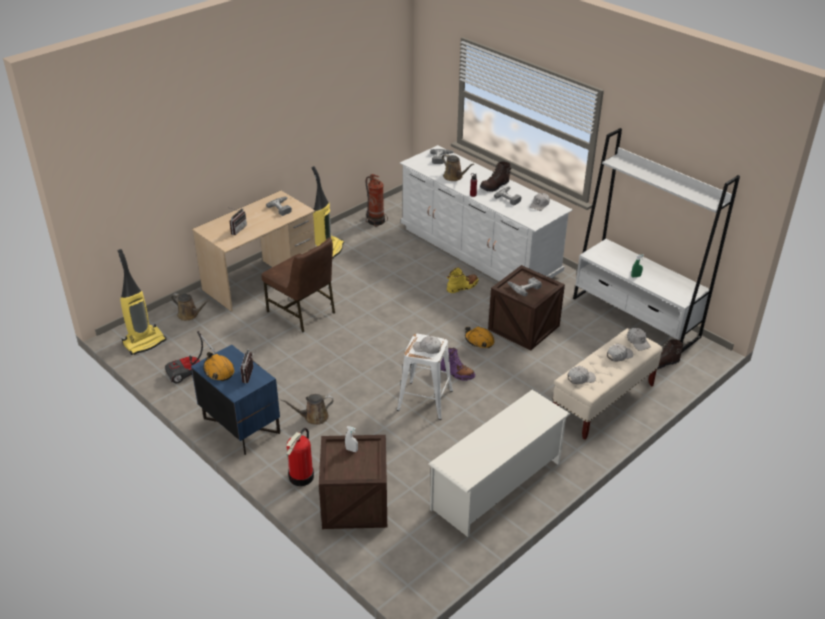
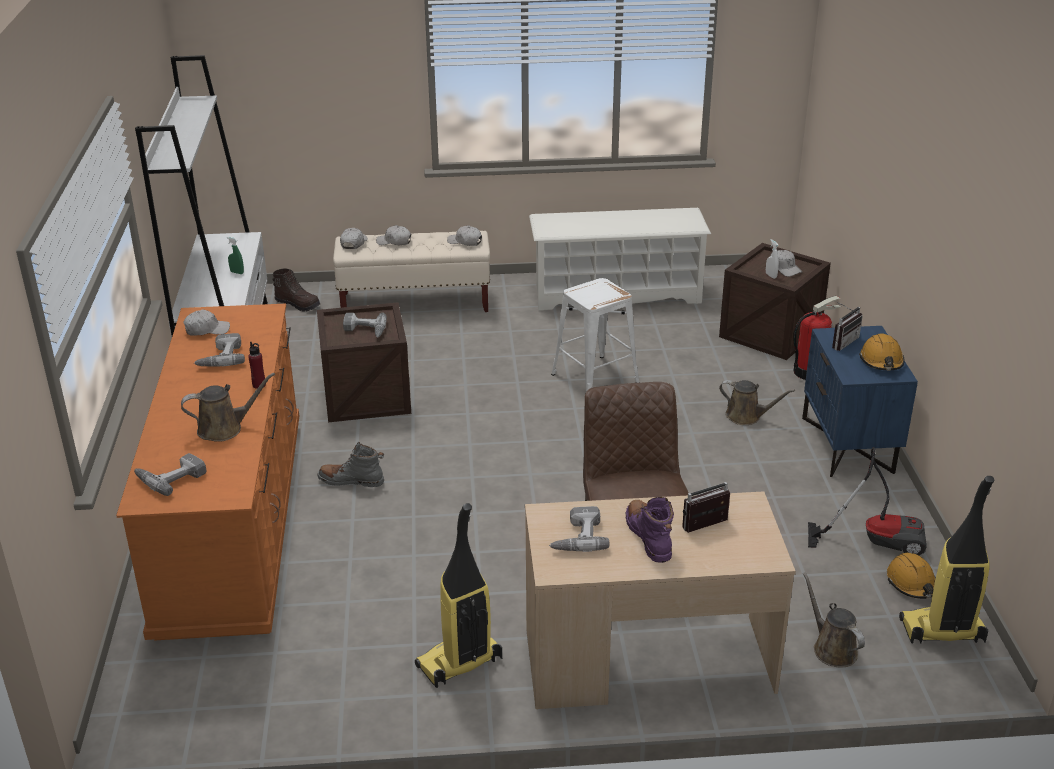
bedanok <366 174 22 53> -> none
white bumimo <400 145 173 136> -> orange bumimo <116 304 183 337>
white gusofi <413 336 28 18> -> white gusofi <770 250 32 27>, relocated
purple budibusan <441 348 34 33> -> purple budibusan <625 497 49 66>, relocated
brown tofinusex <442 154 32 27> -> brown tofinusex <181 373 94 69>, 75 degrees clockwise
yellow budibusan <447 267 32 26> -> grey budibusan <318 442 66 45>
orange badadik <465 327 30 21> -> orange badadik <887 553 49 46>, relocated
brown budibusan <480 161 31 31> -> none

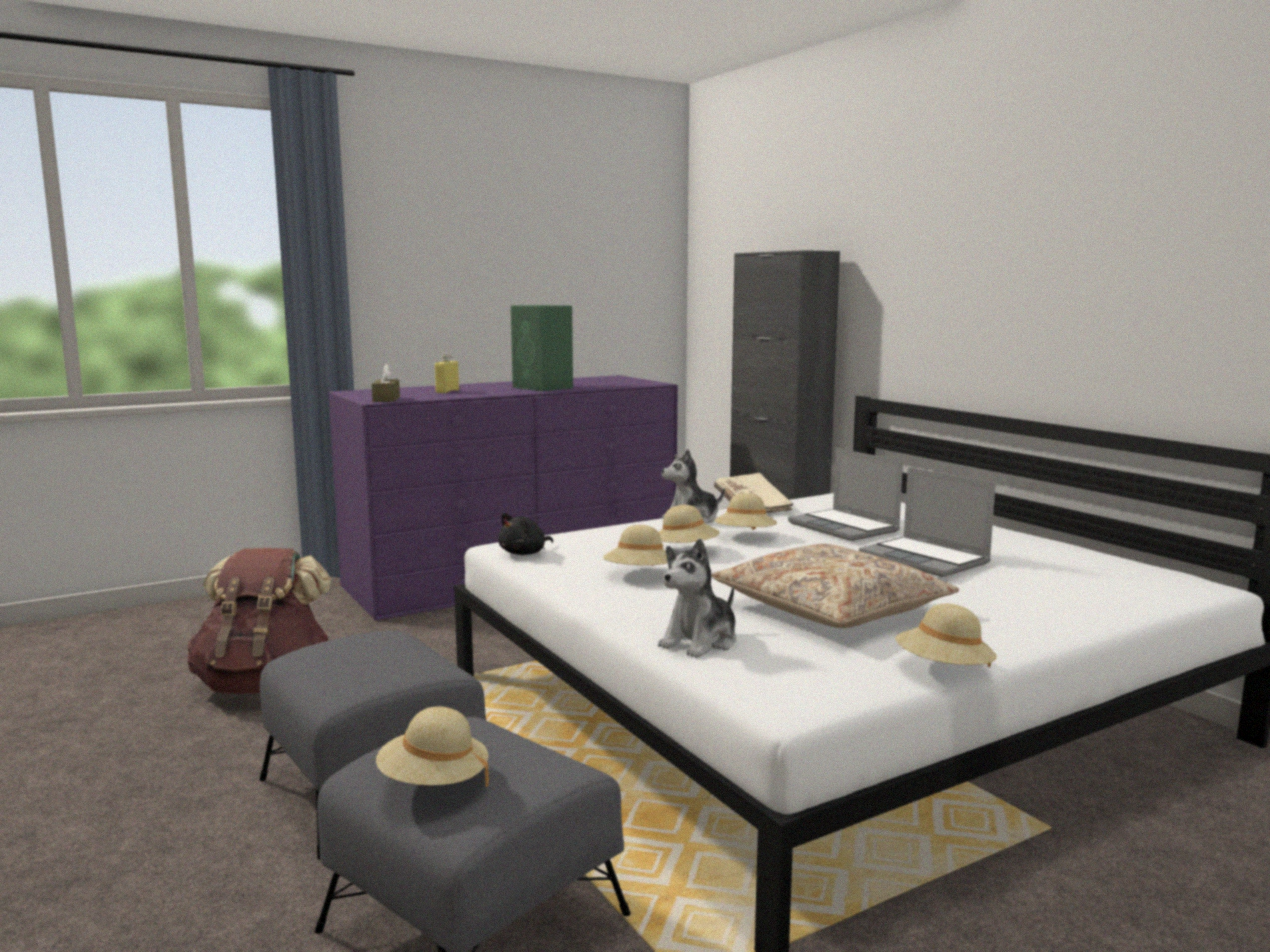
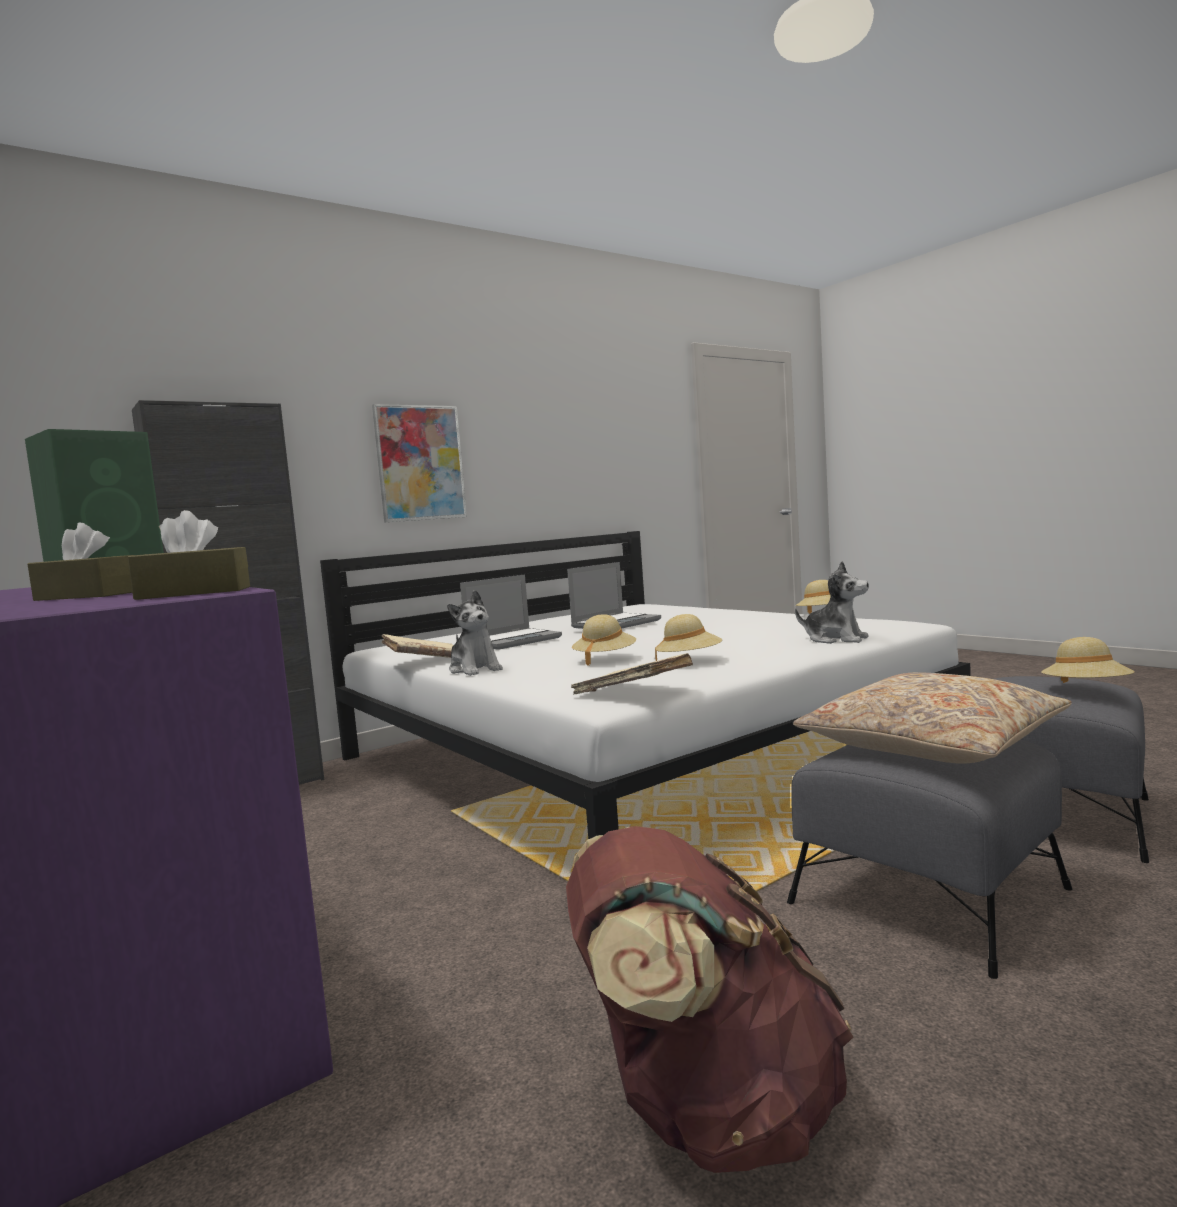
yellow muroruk <435 354 24 39> -> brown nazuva <28 522 105 79>
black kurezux <498 513 55 42> -> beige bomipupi <571 653 122 41>
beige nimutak <711 544 248 84> -> beige nimutak <793 672 279 92>, relocated
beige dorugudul <714 493 63 37> -> none
none -> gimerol <372 404 95 119>

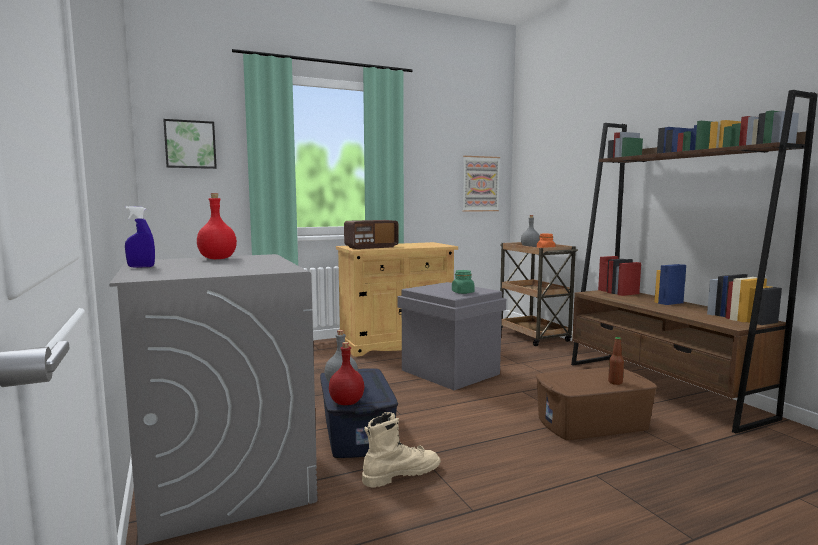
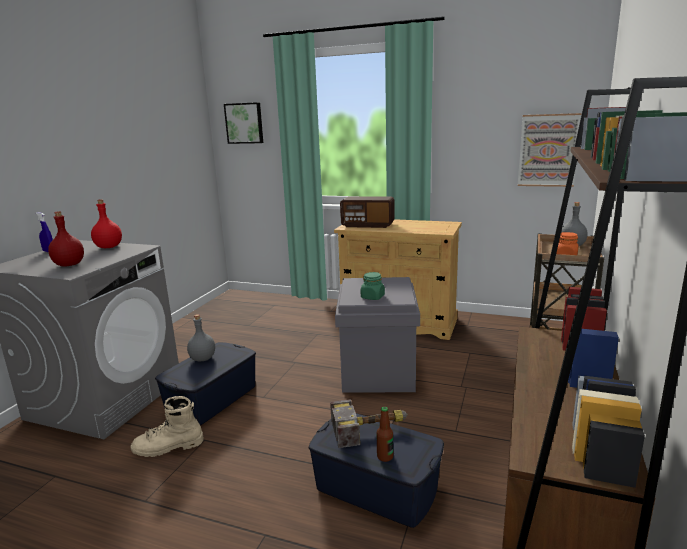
red muroruk <329 342 35 63> -> red muroruk <48 211 36 56>, relocated
beige budibusan <362 412 79 76> -> beige budibusan <130 396 74 61>, 150 degrees clockwise
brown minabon <536 367 121 73> -> blue minabon <309 413 135 115>
none -> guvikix <330 399 78 49>

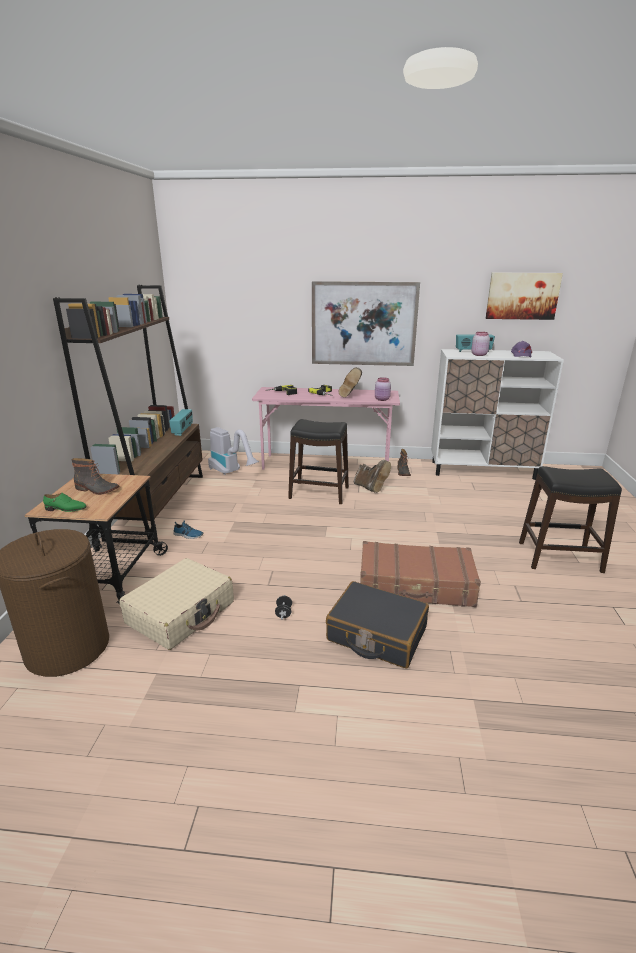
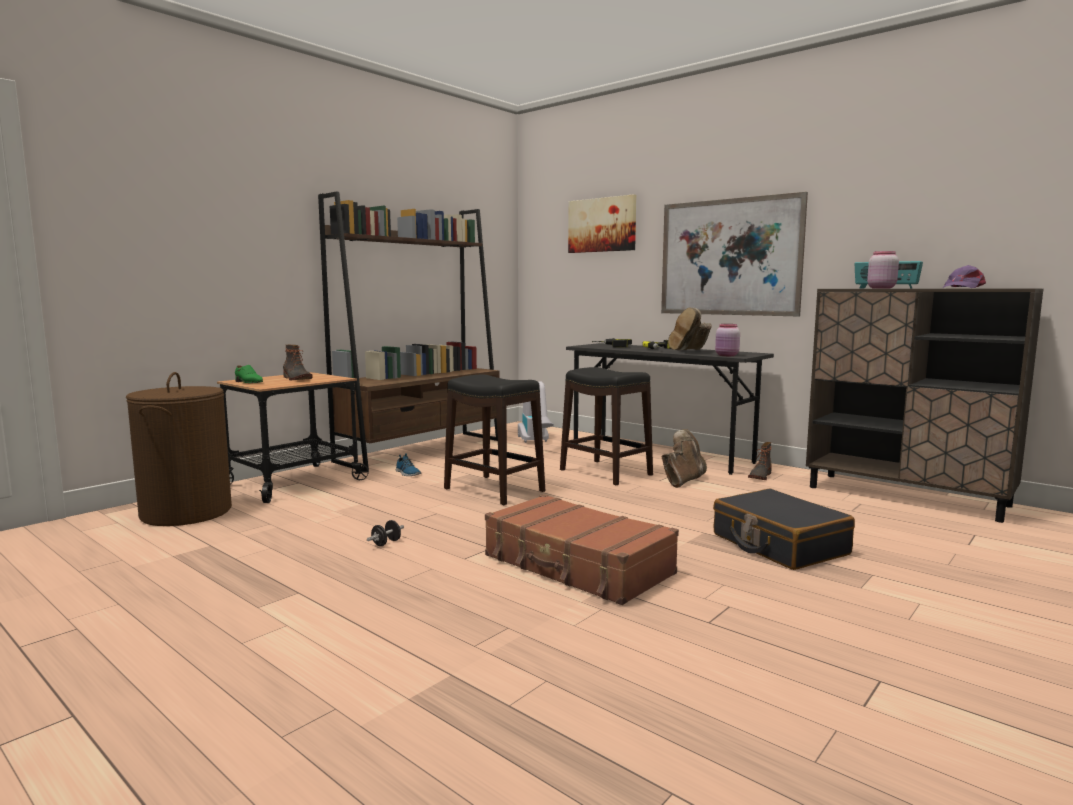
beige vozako <119 558 115 92> -> none
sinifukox <169 409 24 27> -> none
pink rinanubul <252 387 148 83> -> grey rinanubul <566 343 208 132>
black vozako <326 581 103 87> -> black vozako <713 489 142 81>, relocated
brown budibusan <354 460 37 33> -> brown budibusan <662 429 45 59>, 135 degrees counterclockwise
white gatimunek <431 349 133 131> -> brown gatimunek <806 288 238 235>
gimerol <486 273 77 47> -> gimerol <568 194 68 59>, relocated
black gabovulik <519 466 103 107> -> black gabovulik <444 375 101 130>, relocated

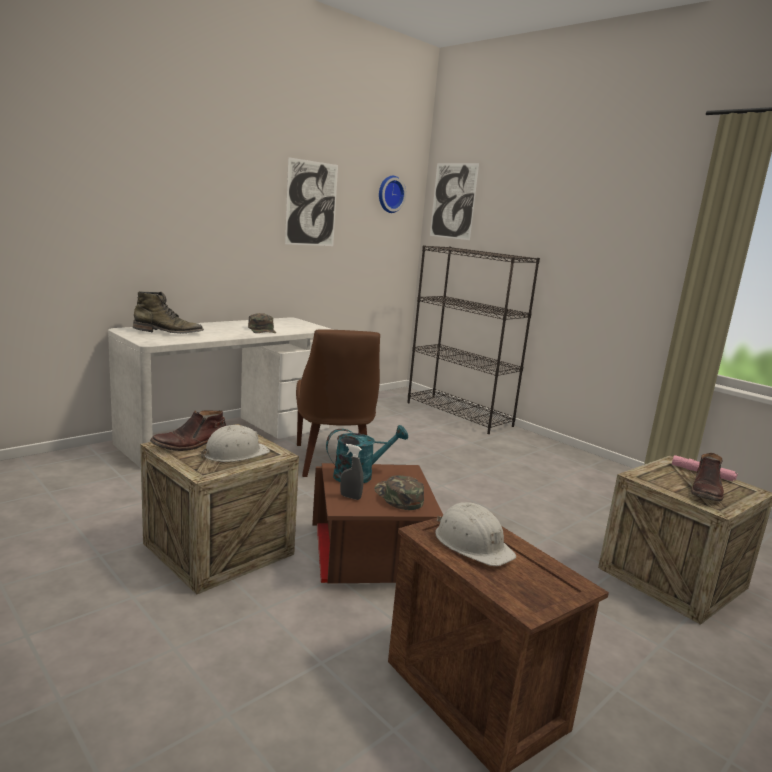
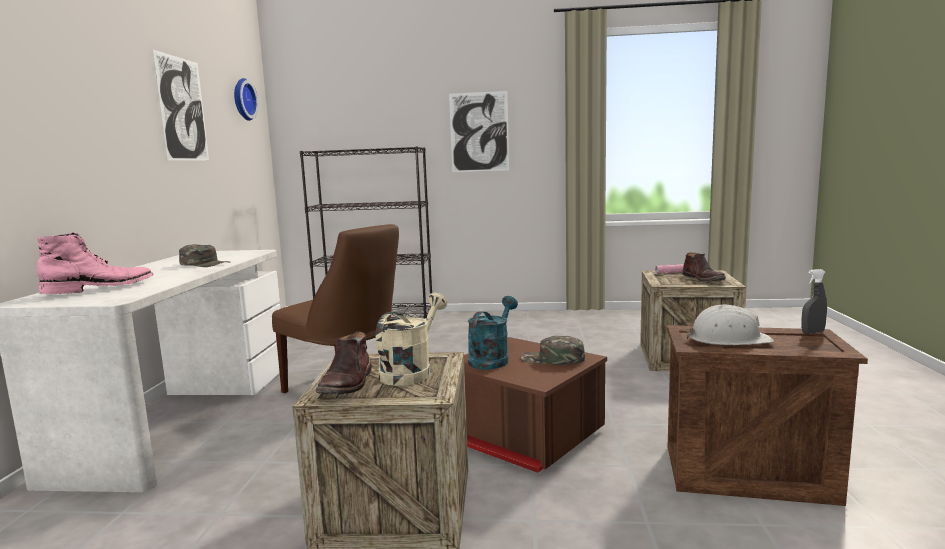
green budibusan <133 291 71 43> -> pink budibusan <37 232 117 62>
white badadik <201 425 69 37> -> beige tofinusex <376 293 71 93>
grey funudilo <340 444 24 56> -> grey funudilo <801 269 26 65>, relocated
gimerol <430 163 49 77> -> gimerol <449 91 60 81>, relocated

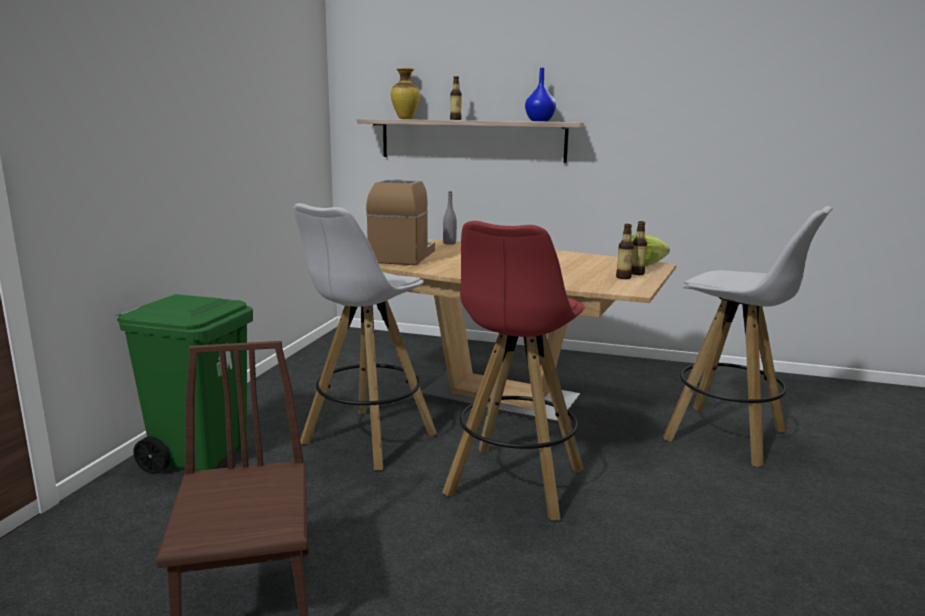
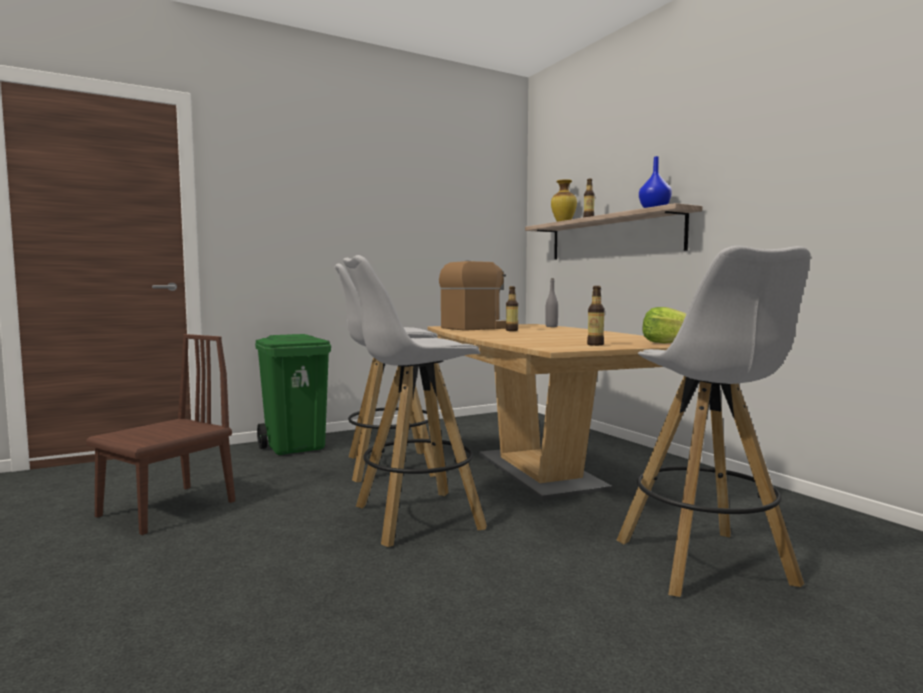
red gabovulik <442 221 143 300> -> white gabovulik <343 255 144 292>
muroruk <631 221 16 54> -> muroruk <506 286 12 45>, relocated

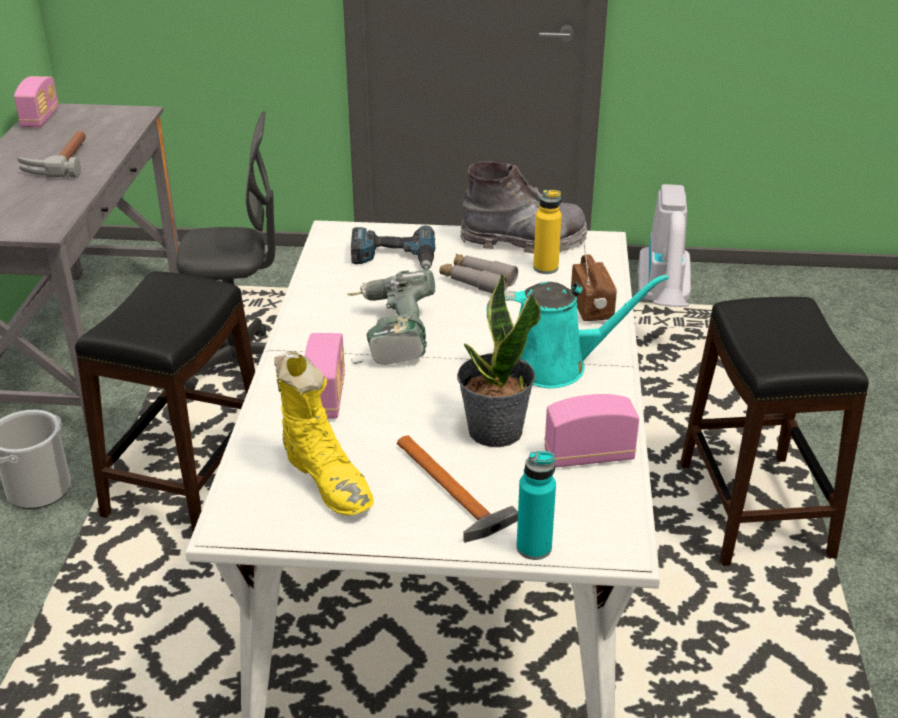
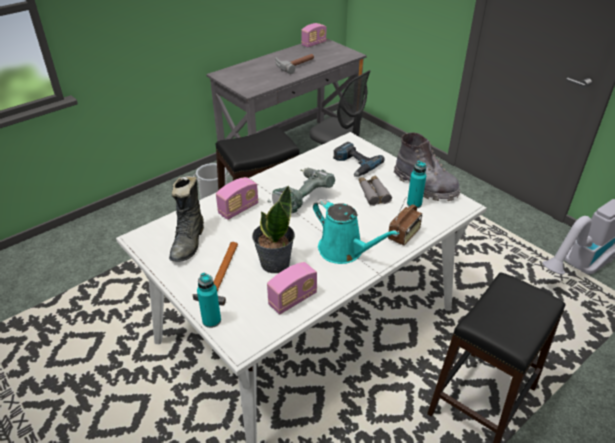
yellow budibusan <274 351 100 164> -> black budibusan <169 176 35 86>
yellow muroruk <533 190 29 84> -> turquoise muroruk <407 161 19 47>
sinifukox <544 394 95 74> -> sinifukox <267 262 50 52>, 105 degrees clockwise

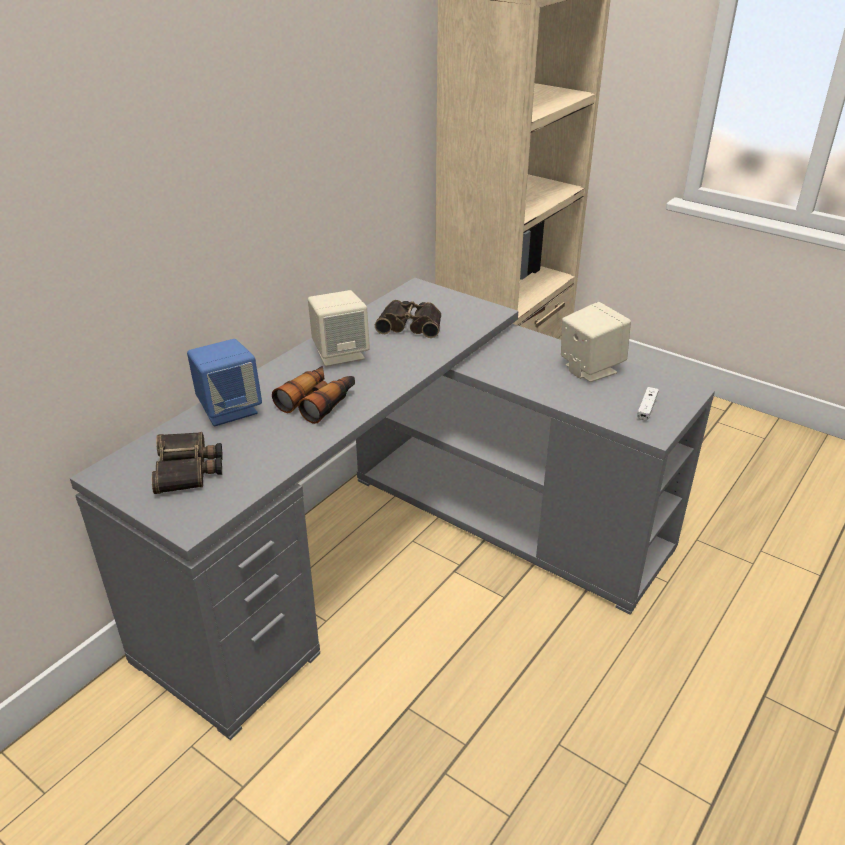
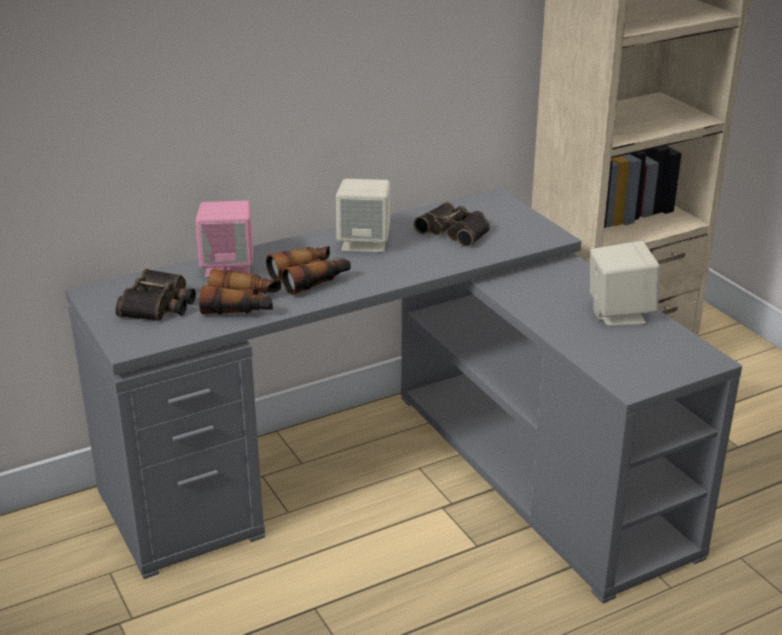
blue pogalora <187 339 75 87> -> pink pogalora <195 200 58 78>
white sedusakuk <637 387 22 34> -> none
none -> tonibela <199 269 82 45>

